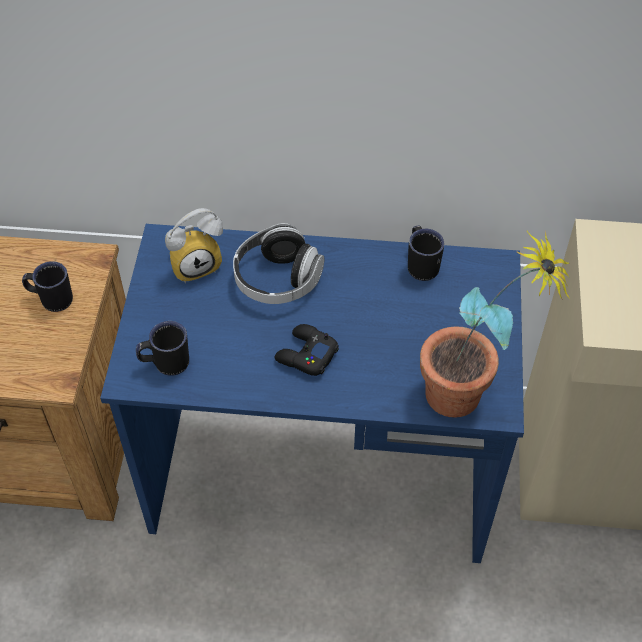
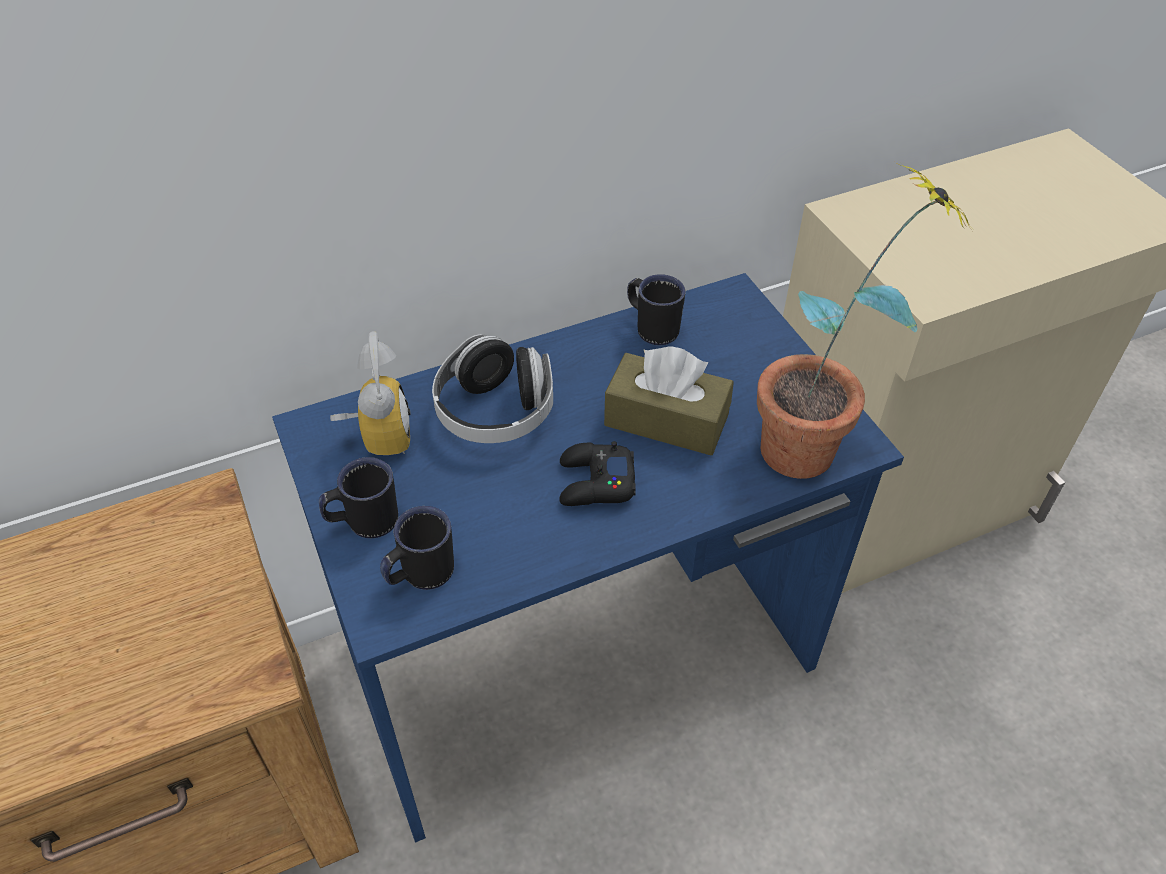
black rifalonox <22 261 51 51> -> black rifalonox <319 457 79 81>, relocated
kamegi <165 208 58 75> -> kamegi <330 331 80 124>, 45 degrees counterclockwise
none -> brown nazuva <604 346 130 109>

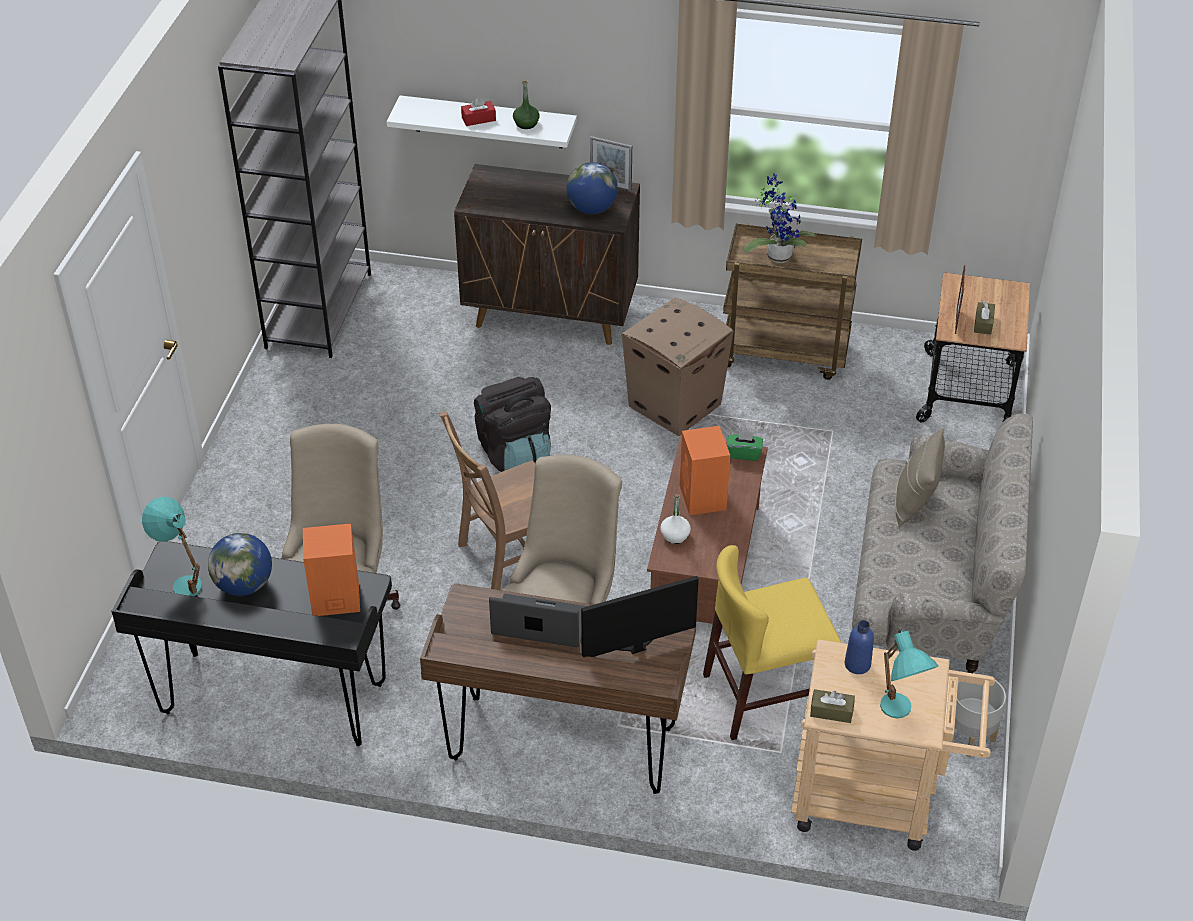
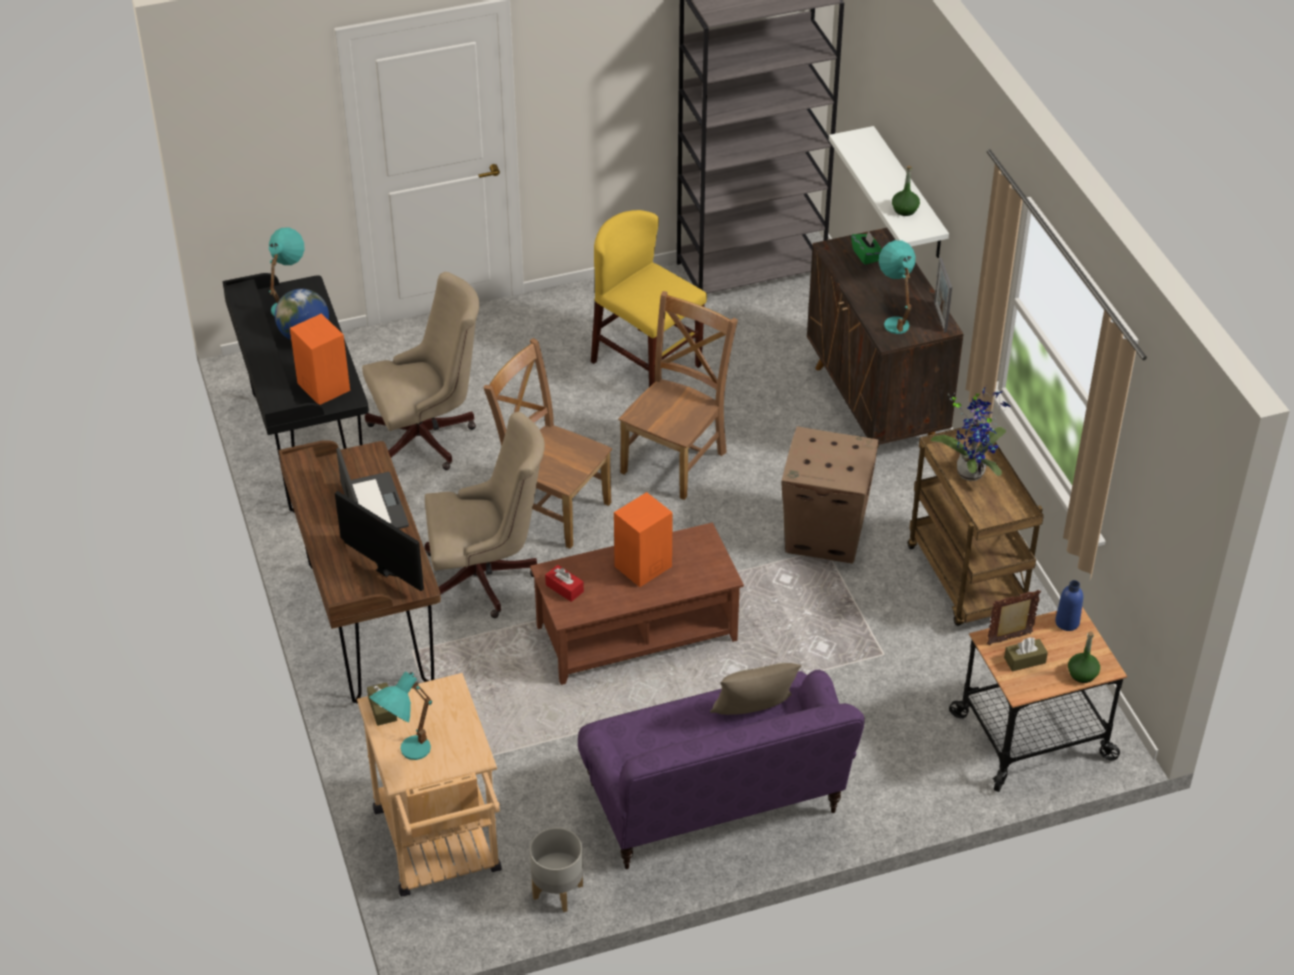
red nazuva <461 97 35 29> -> red nazuva <545 565 39 37>, relocated
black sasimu <474 377 77 95> -> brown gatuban <618 291 120 209>
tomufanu <566 162 52 52> -> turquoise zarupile <879 240 37 94>
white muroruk <660 494 31 50> -> none
yellow gatuban <703 545 138 195> -> yellow gatuban <591 210 116 177>, relocated
green nazuva <727 430 36 31> -> green nazuva <851 231 31 34>, relocated
blue muroruk <845 620 29 54> -> blue muroruk <1055 580 28 51>, relocated
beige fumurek <852 413 181 260> -> purple fumurek <578 670 287 199>
none -> green muroruk <1068 631 32 52>

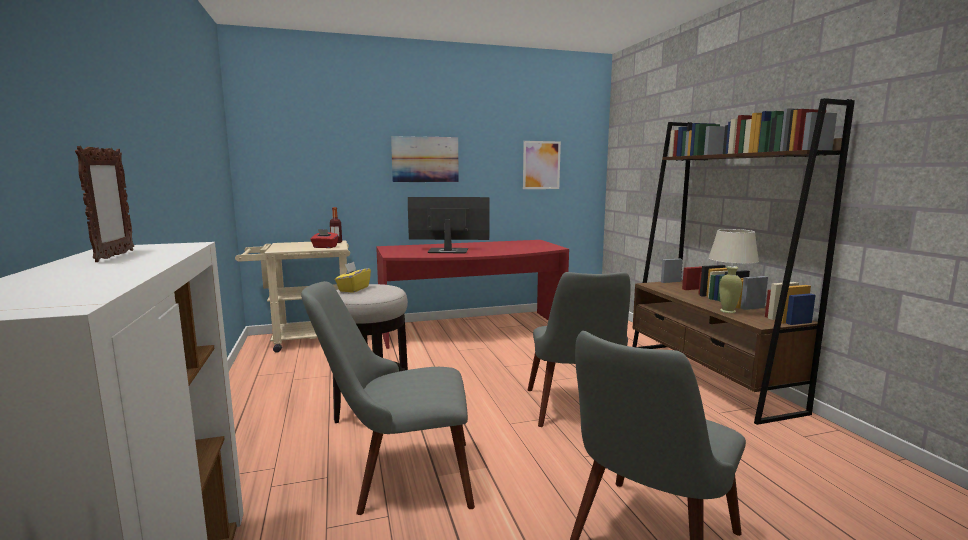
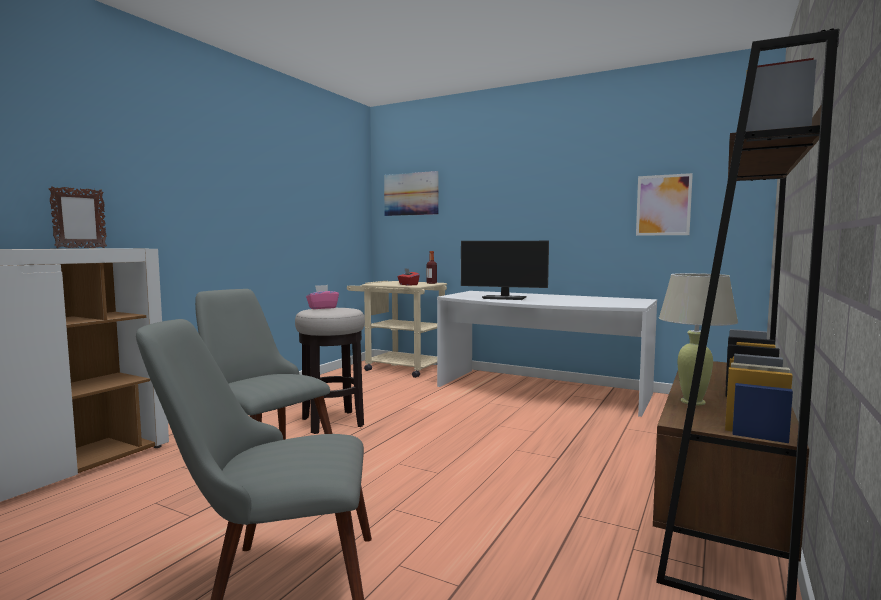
yellow nazuva <335 262 36 31> -> pink nazuva <306 285 33 24>
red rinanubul <376 240 193 109> -> white rinanubul <437 291 220 126>
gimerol <391 136 68 46> -> gimerol <384 171 54 45>, relocated
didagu <408 197 81 56> -> didagu <461 241 88 59>, 150 degrees clockwise
grey gatuban <528 272 103 155> -> none

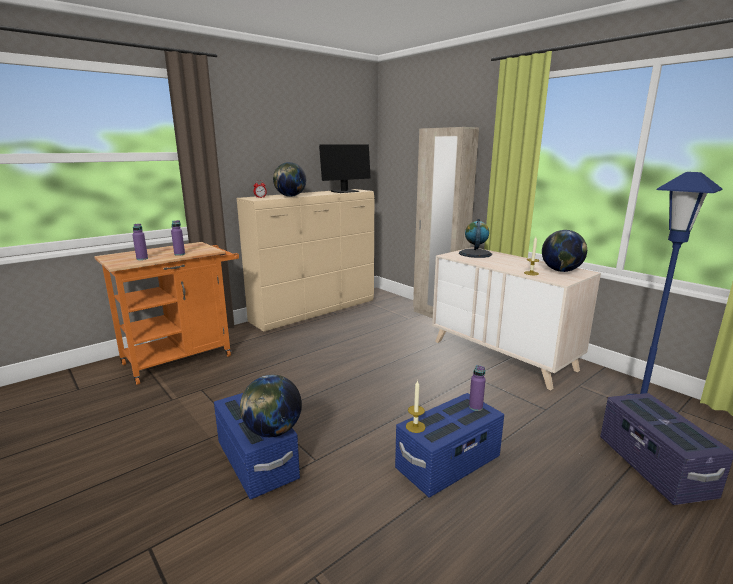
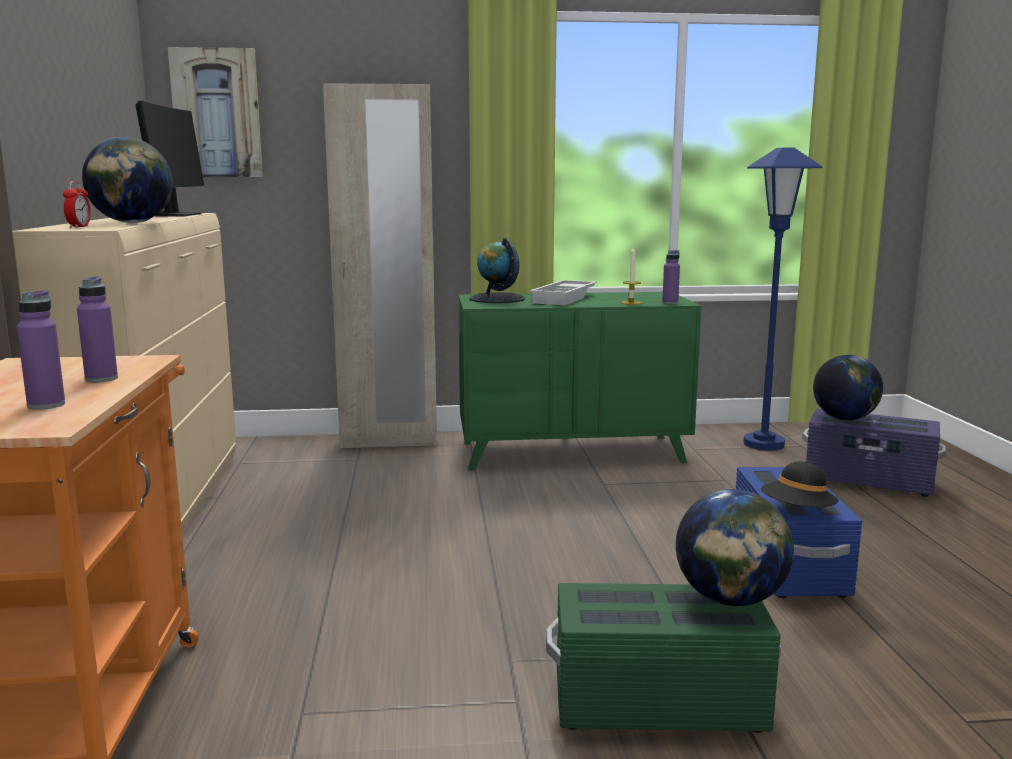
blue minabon <214 393 86 106> -> green minabon <546 583 235 150>
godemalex <406 380 19 53> -> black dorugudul <761 462 77 45>
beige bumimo <432 247 169 143> -> green bumimo <458 292 244 178>
purple muroruk <469 365 17 46> -> purple muroruk <662 250 18 54>, relocated
tomufanu <542 230 45 42> -> tomufanu <813 355 70 66>, relocated
none -> gimerol <168 47 95 130>
none -> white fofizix <530 280 67 25>

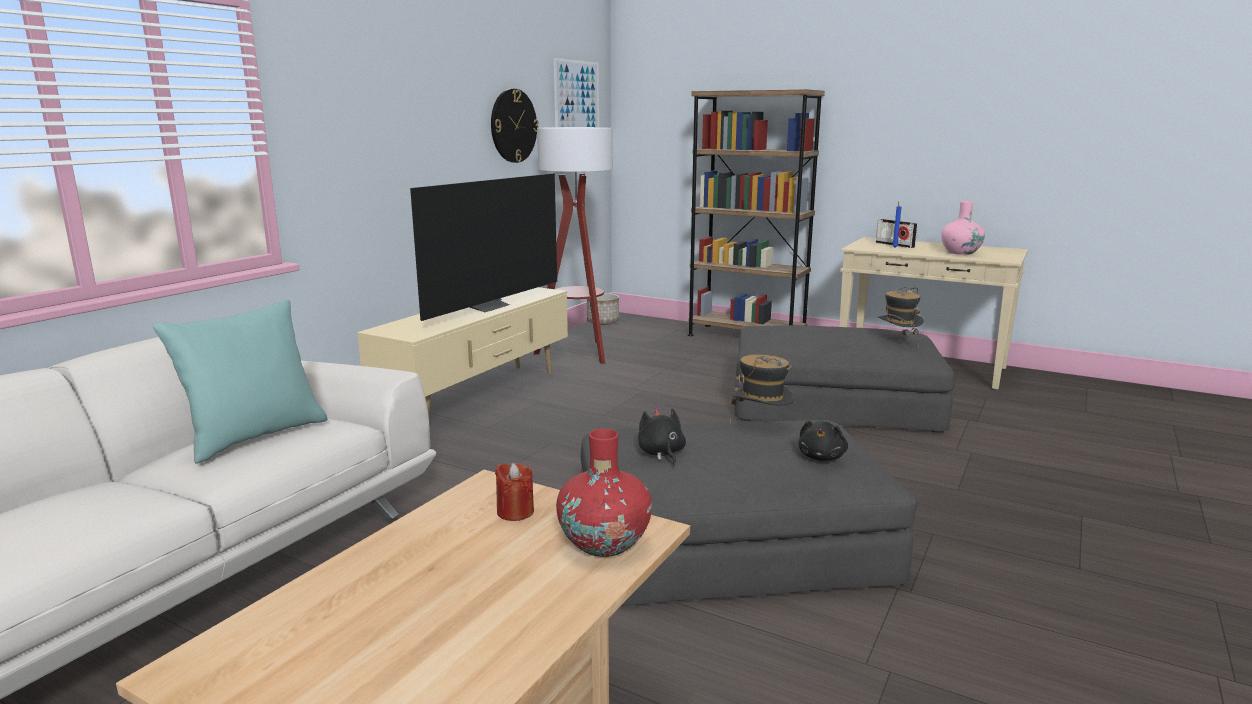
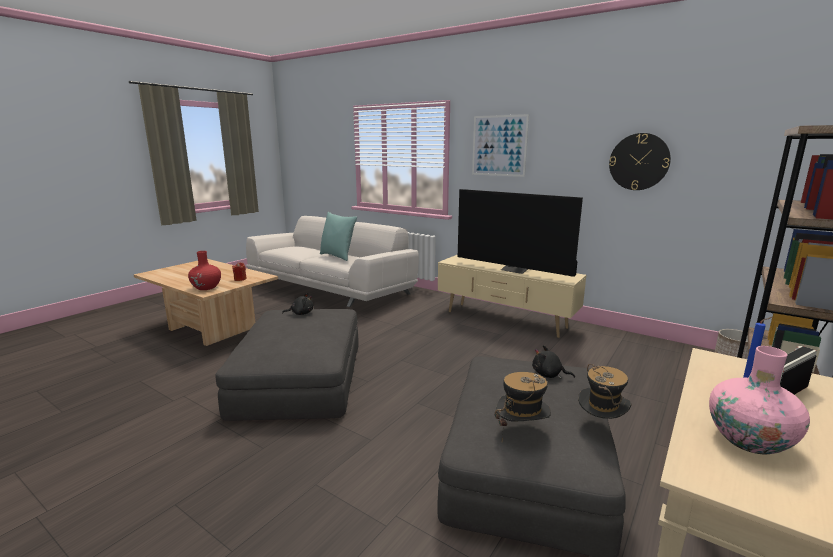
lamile <534 127 79 237> -> none
gimerol <554 58 45 69> -> gimerol <472 114 57 63>, relocated
dorugudul <730 355 64 68> -> dorugudul <578 364 54 55>, relocated
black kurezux <798 421 50 40> -> black kurezux <532 345 43 34>, relocated

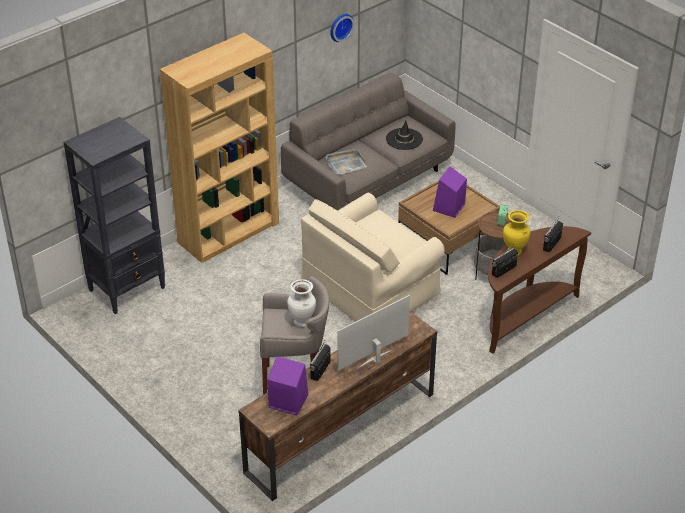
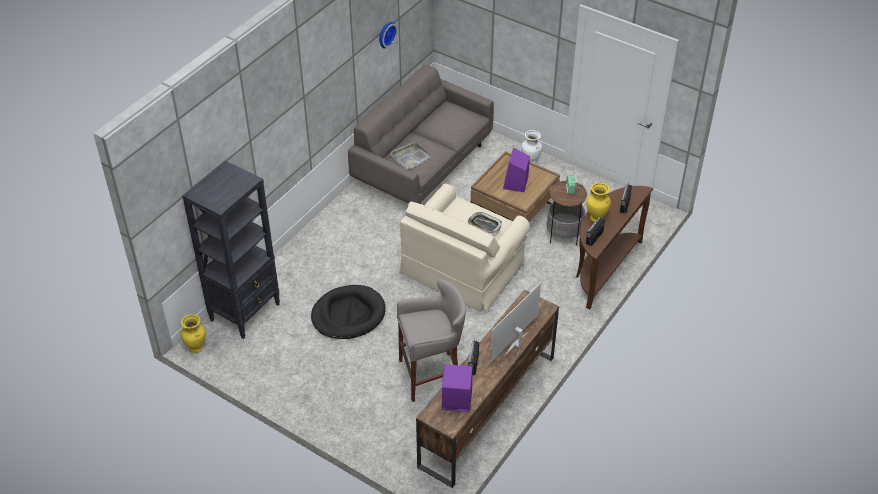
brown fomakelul <160 33 119 230> -> none
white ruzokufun <287 279 29 48> -> white ruzokufun <521 130 21 34>, relocated
black dorugudul <386 121 37 29> -> none
none -> yellow ruzokufun <181 314 25 39>
none -> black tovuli <311 285 75 54>
none -> fofizix <468 212 34 22>

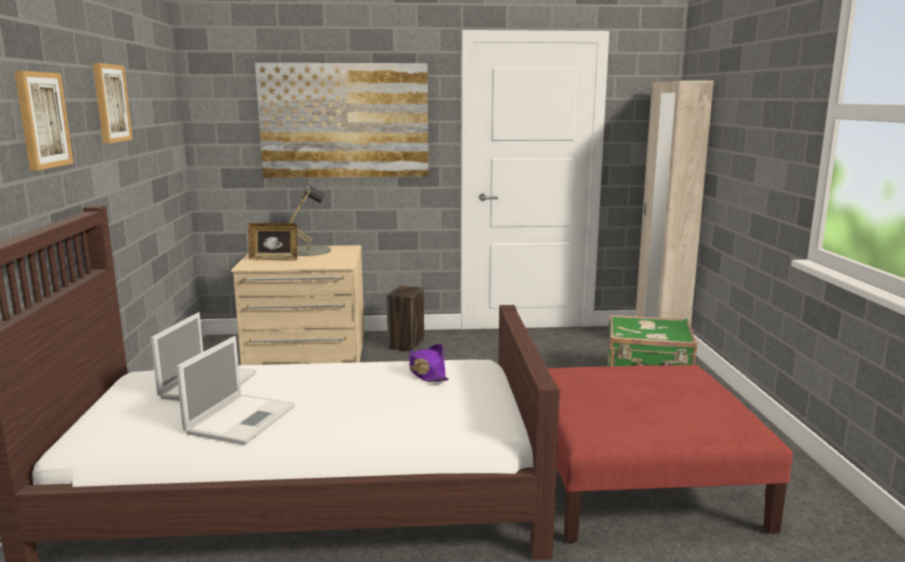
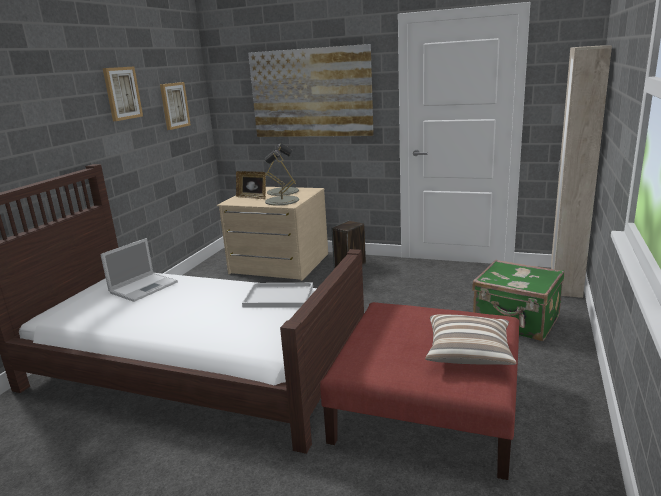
gimerol <14 71 59 100> -> gimerol <160 82 31 48>, relocated
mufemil <176 336 119 109> -> none
purple dorugudul <409 344 40 38> -> white fofizix <242 283 71 24>
none -> grey zarupile <265 149 34 57>
none -> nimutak <425 314 91 51>

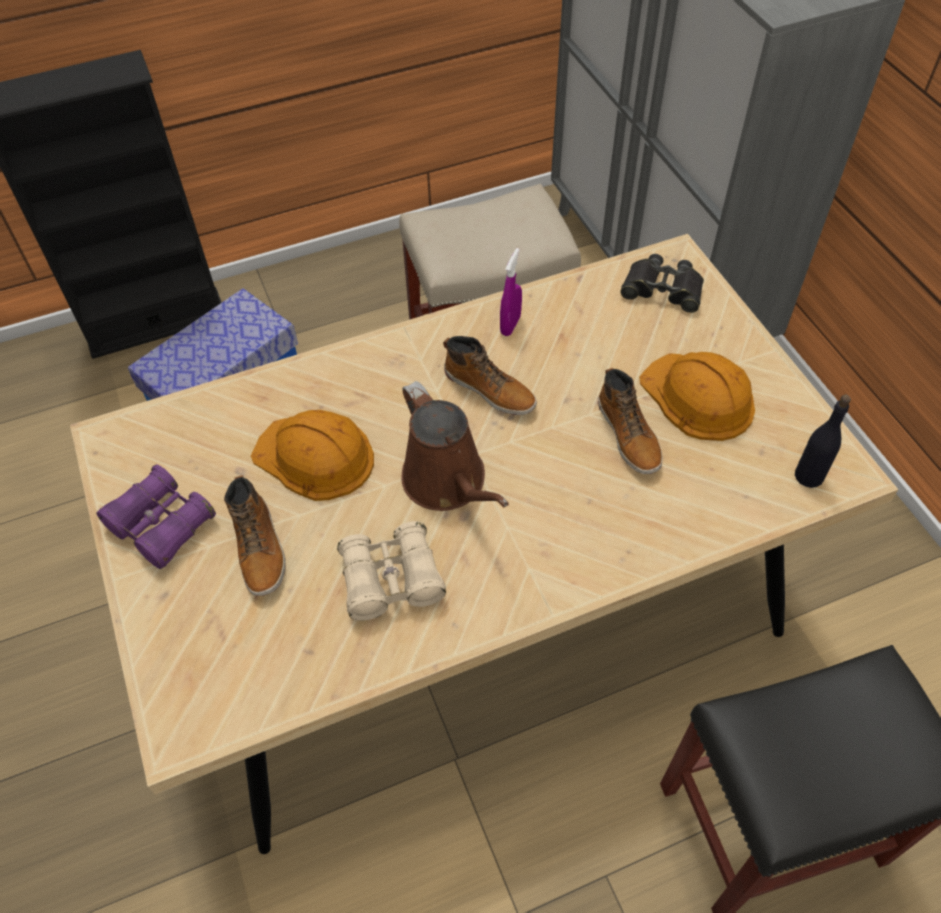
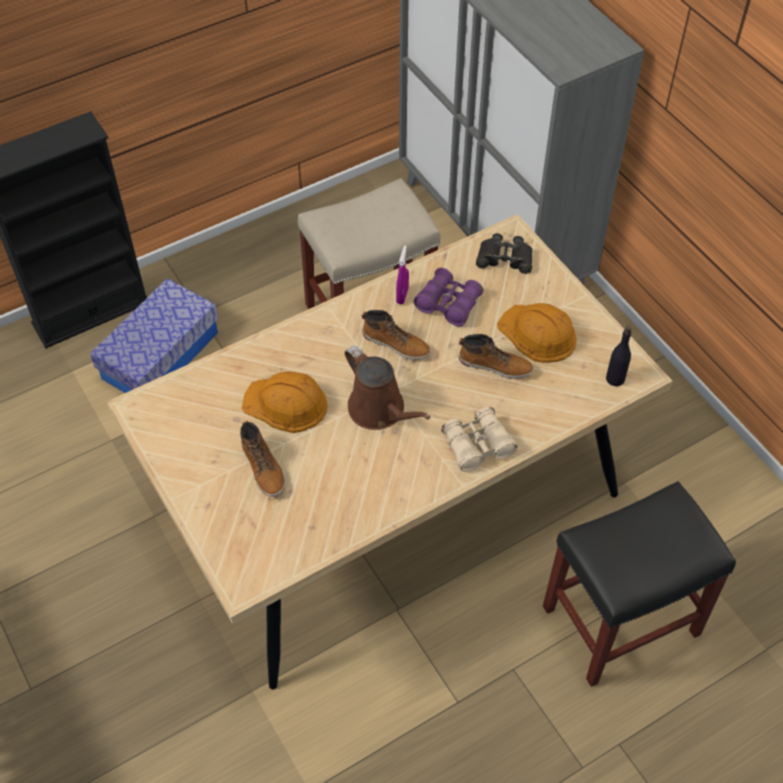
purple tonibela <96 464 120 105> -> purple tonibela <414 268 70 58>, relocated
beige tonibela <337 521 109 100> -> beige tonibela <441 407 76 65>, relocated
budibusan <598 368 65 106> -> budibusan <459 334 75 45>, 45 degrees counterclockwise

